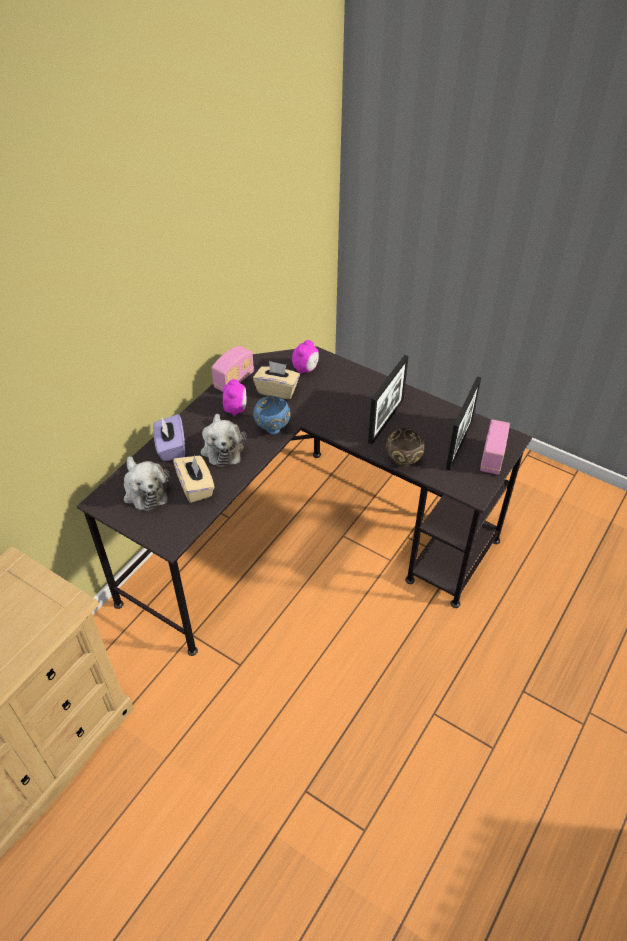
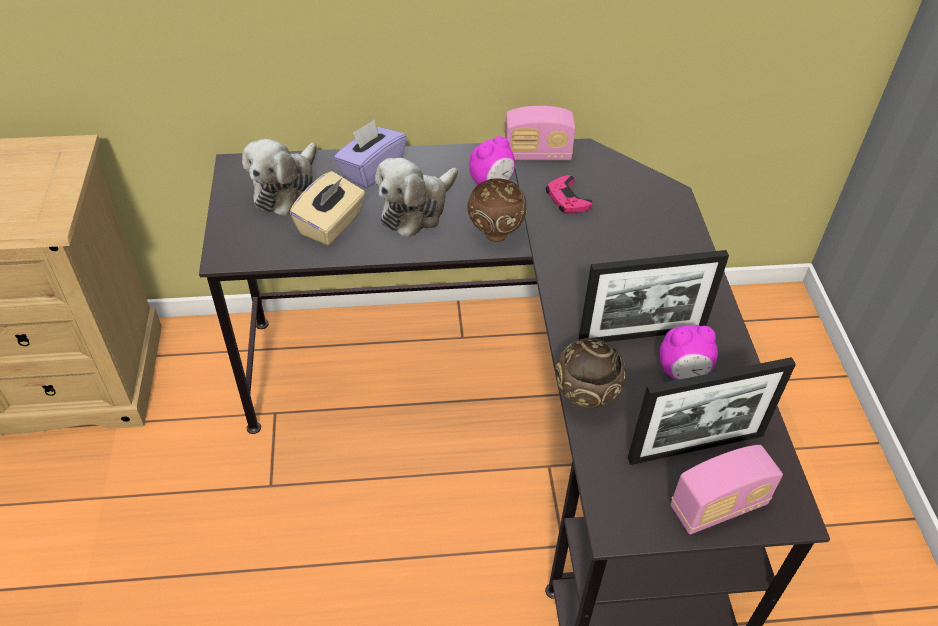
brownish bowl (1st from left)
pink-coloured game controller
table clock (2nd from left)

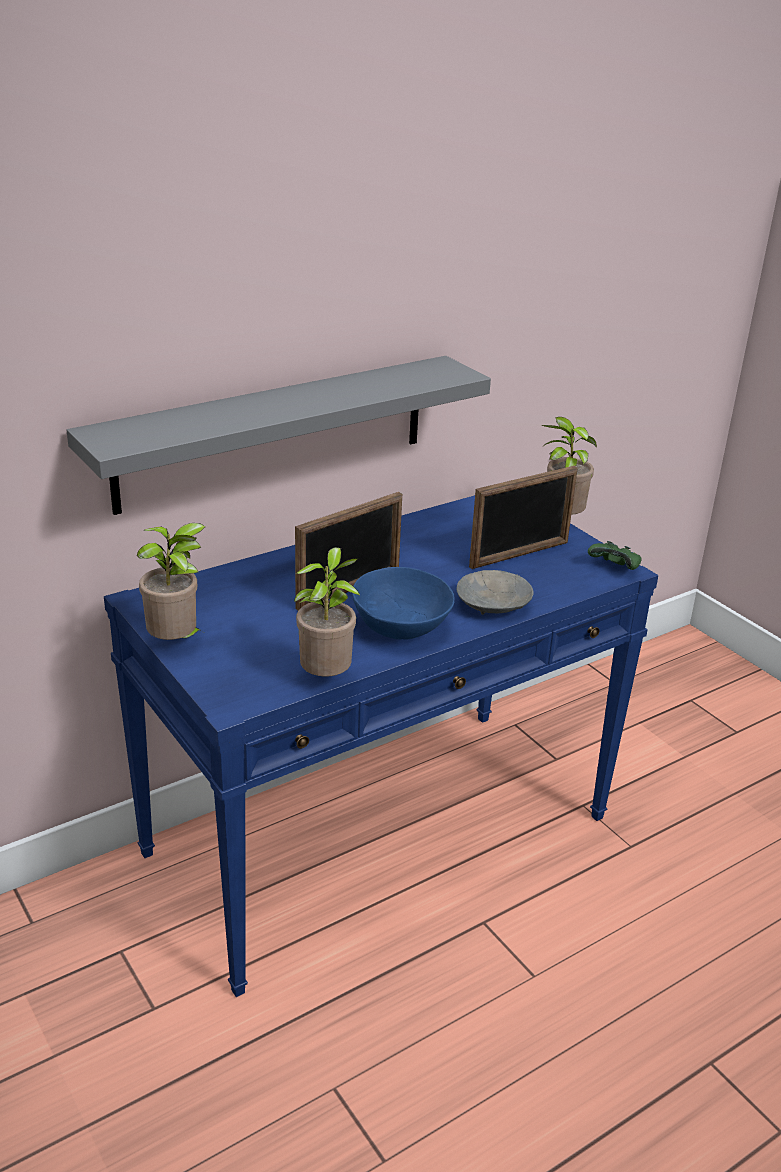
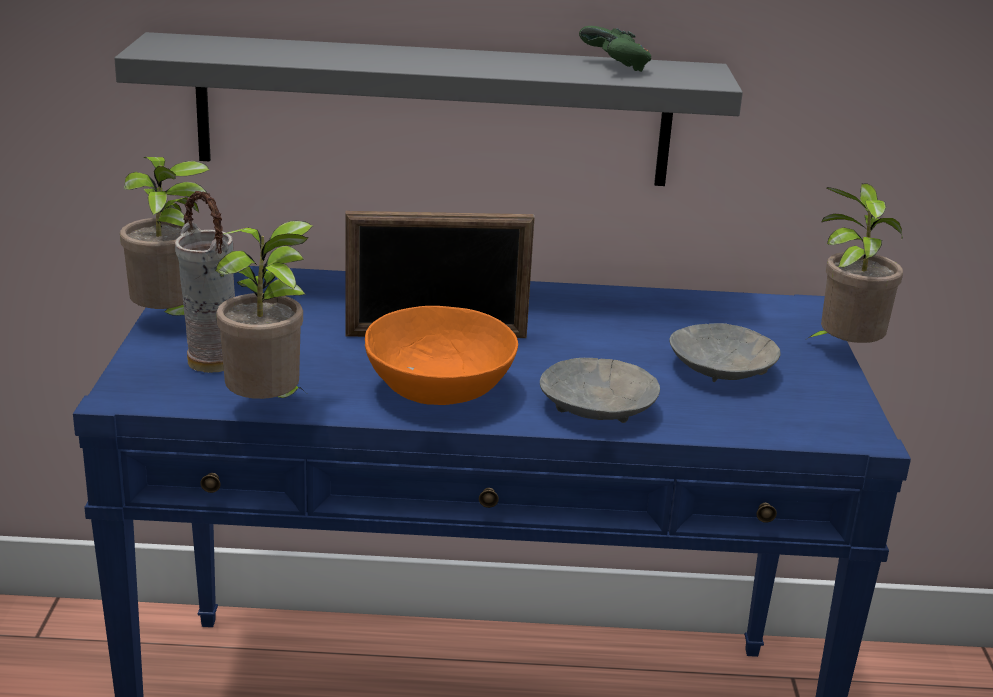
vase
orangey bowl
green-coloured game controller
gray bowl (2nd from left)

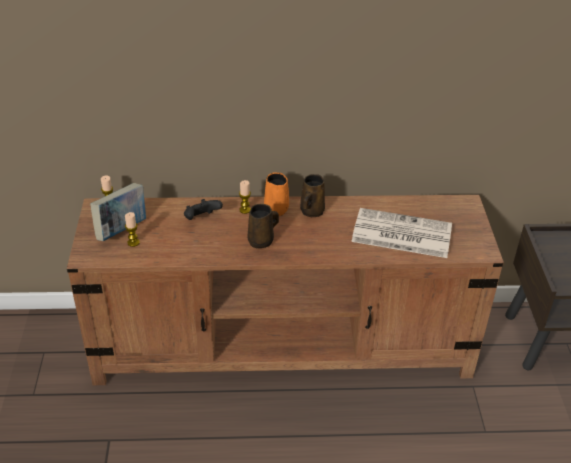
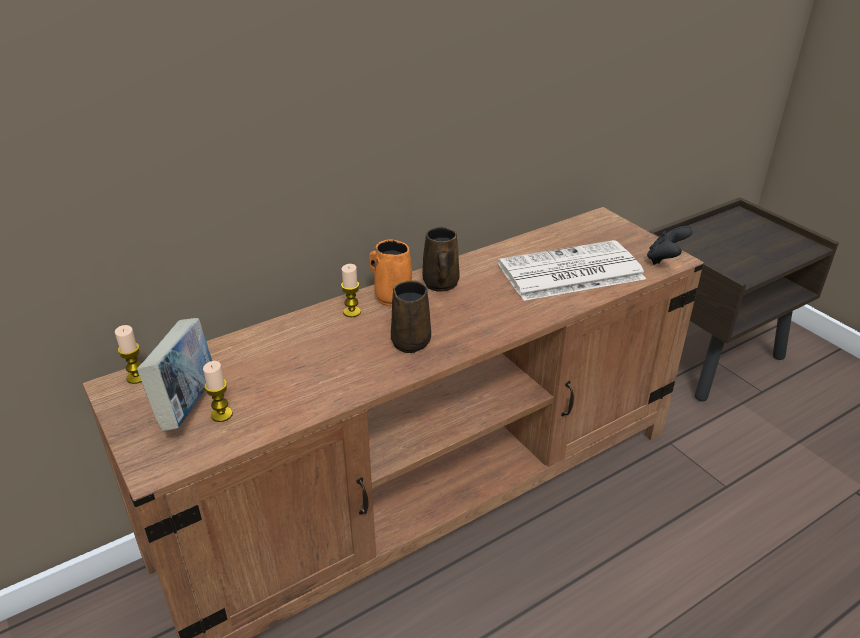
black-coloured game controller

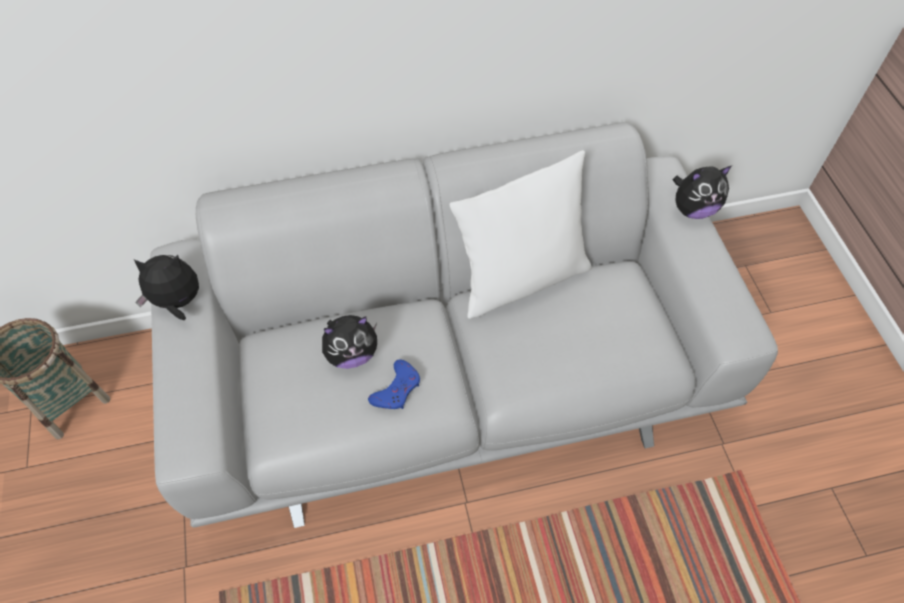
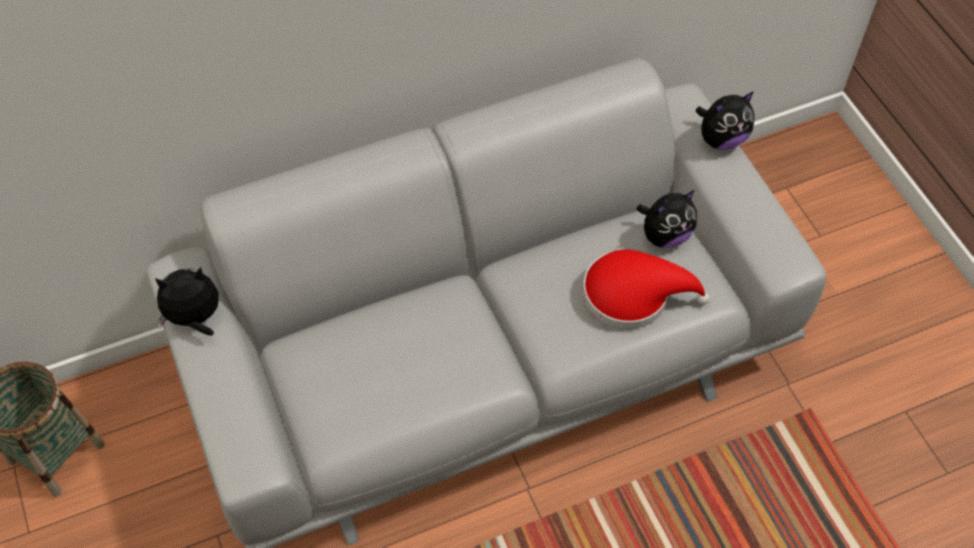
red-coloured hat
plush toy (2nd from left)
blue game controller
white pillow

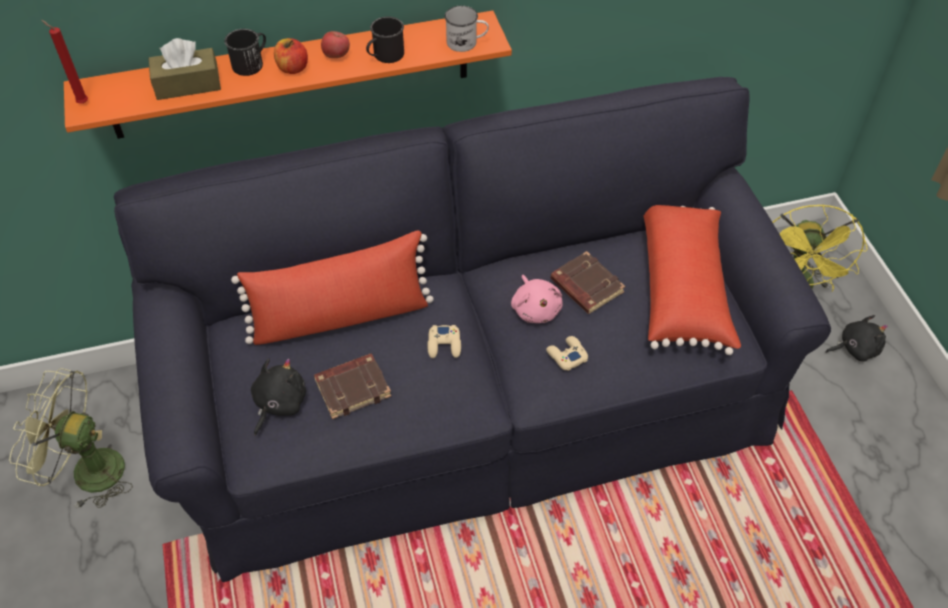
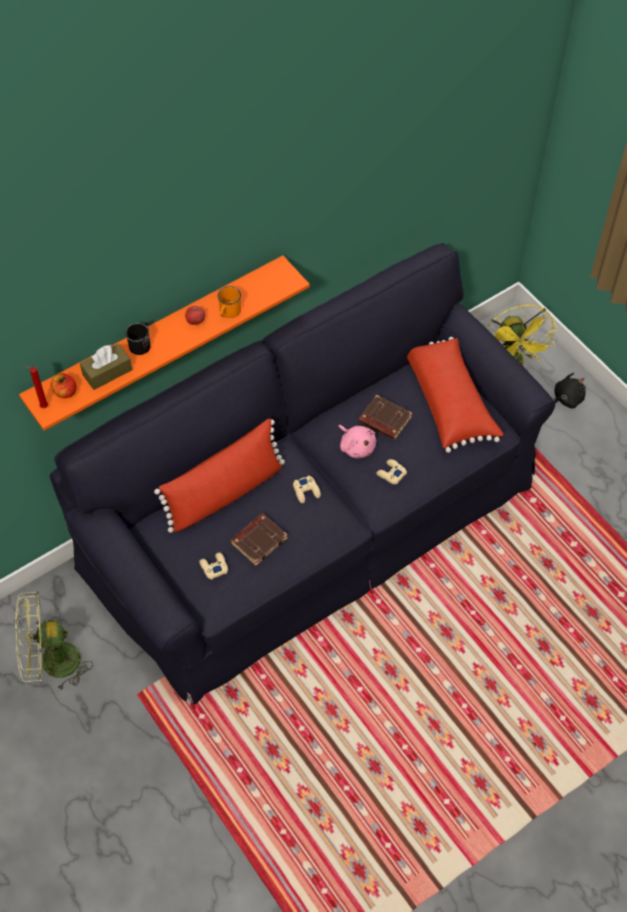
apple fruit (1st from left)
sand-coloured game controller (1st from left)
orangey tea mug
white tea mug

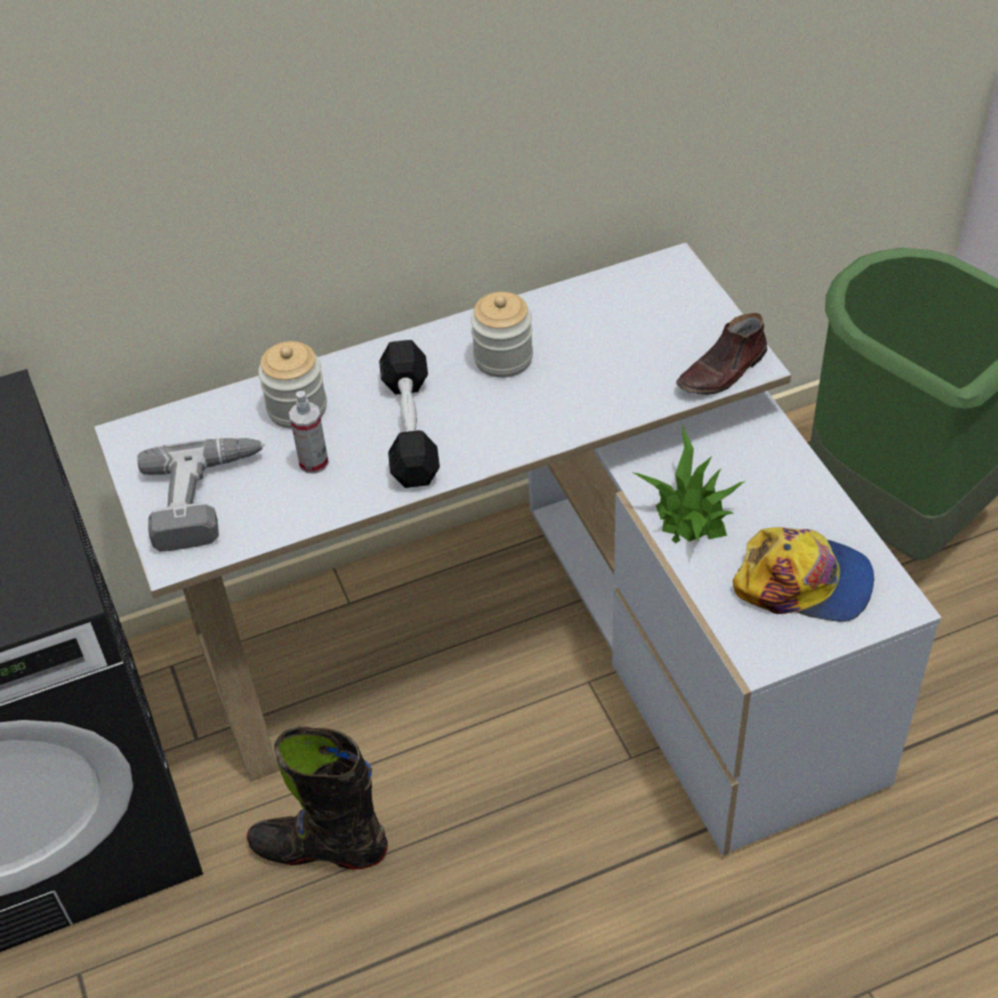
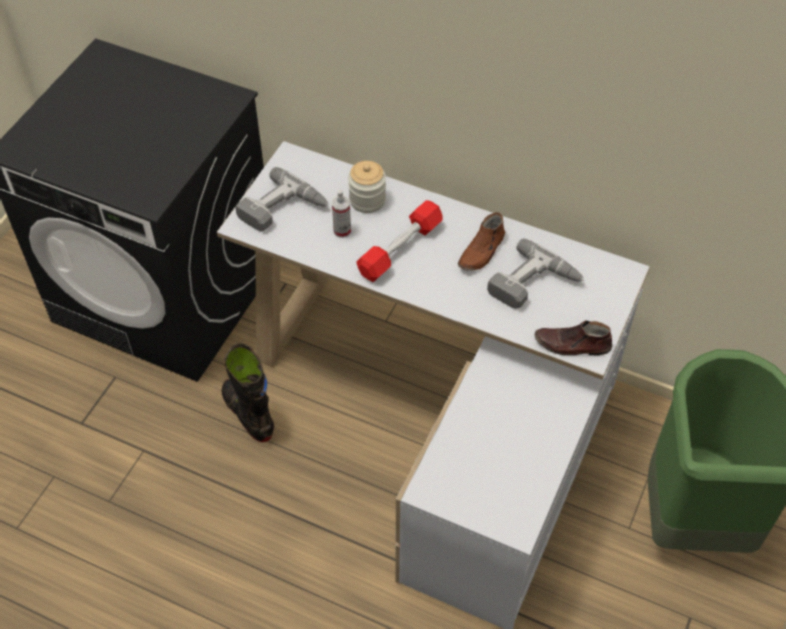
red-coloured free weight
brownish low shoe (1st from left)
power drill (2nd from left)
plant in a pot
cap

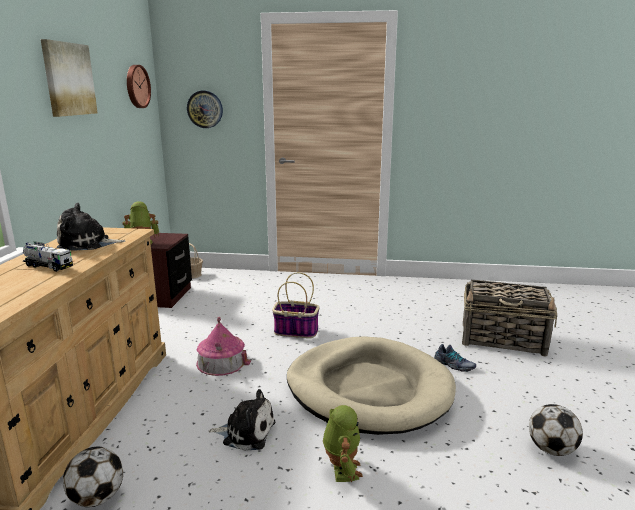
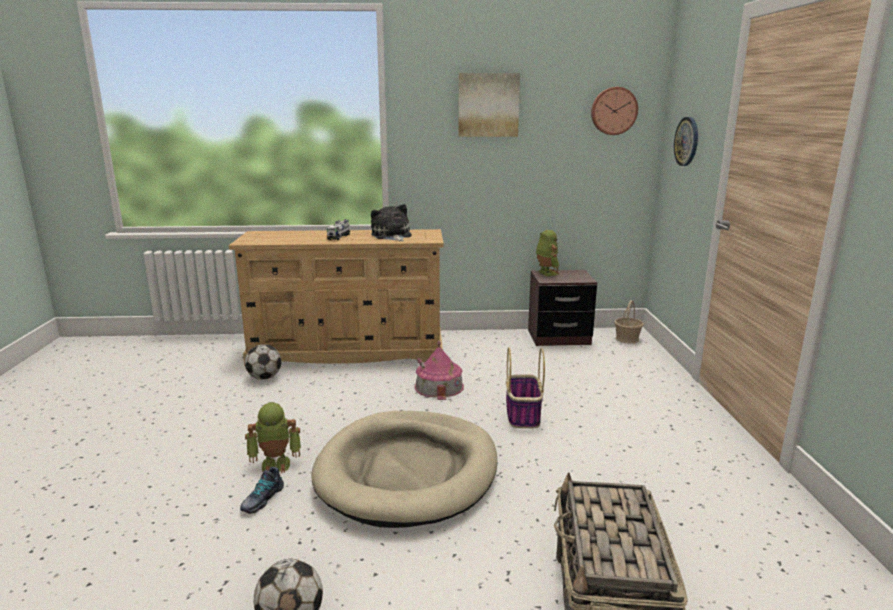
low shoe
plush toy (2nd from left in the first image)

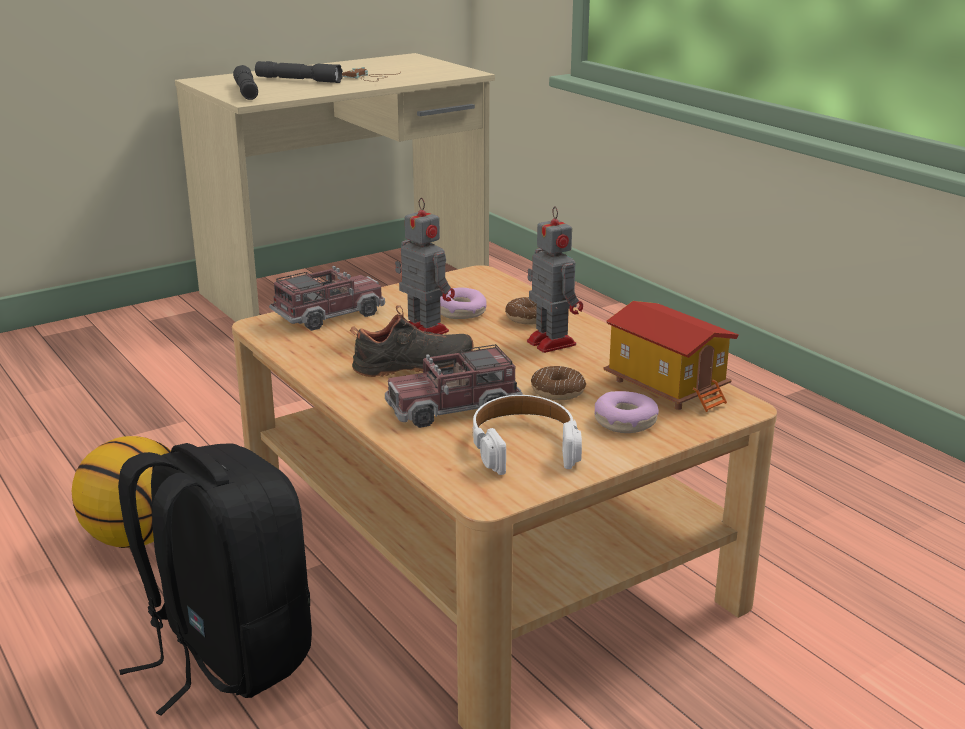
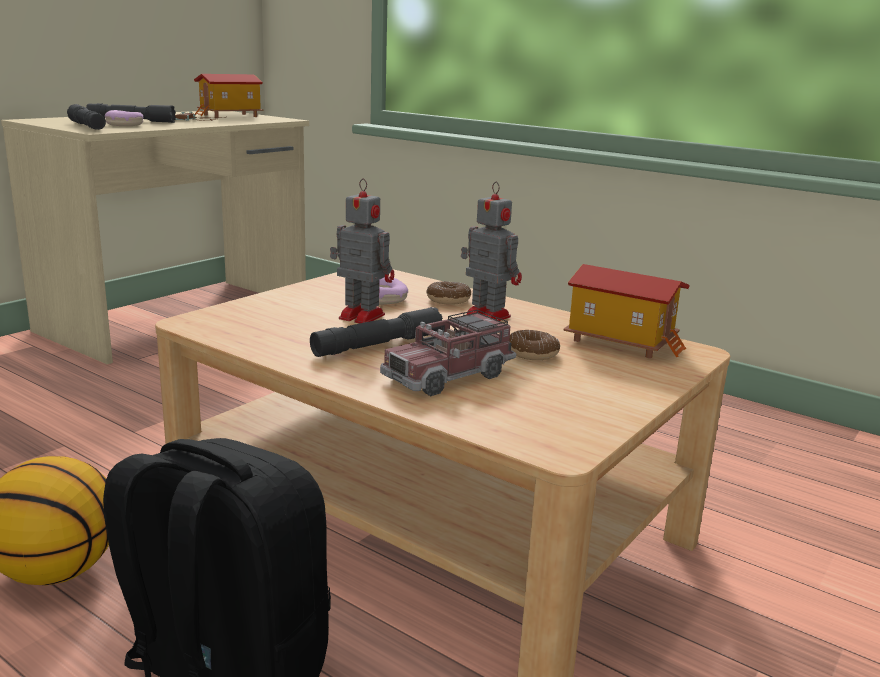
doughnut (1st from left)
miniature house (1st from left)
gray flashlight (3rd from left)
toy lorry (1st from left in the first image)
white headset

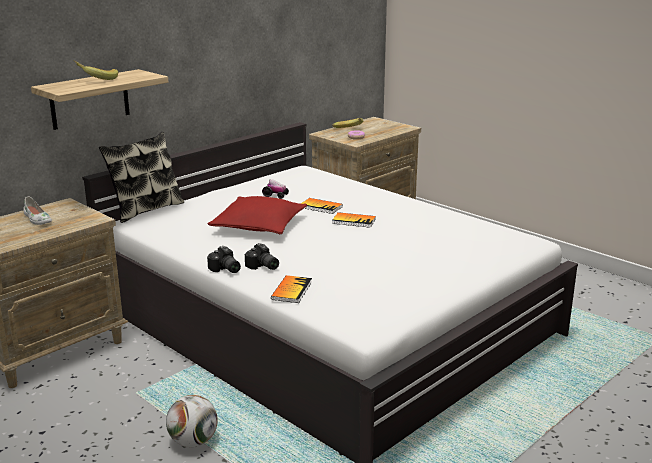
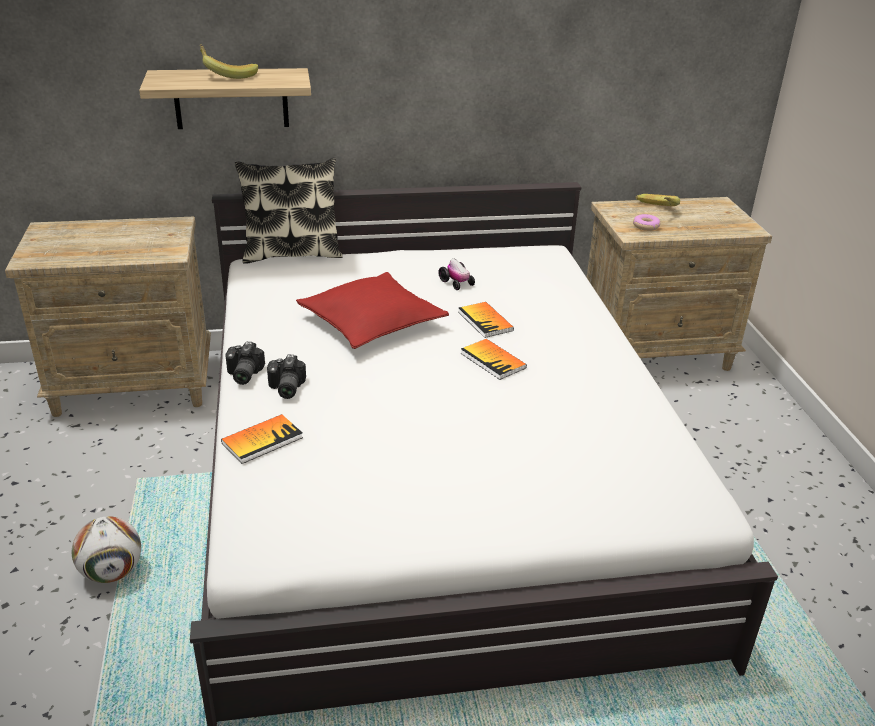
white low shoe

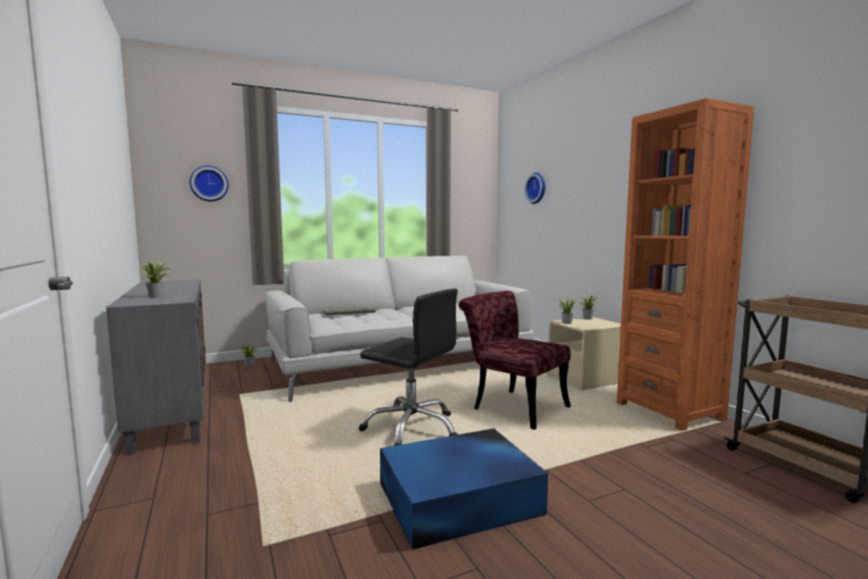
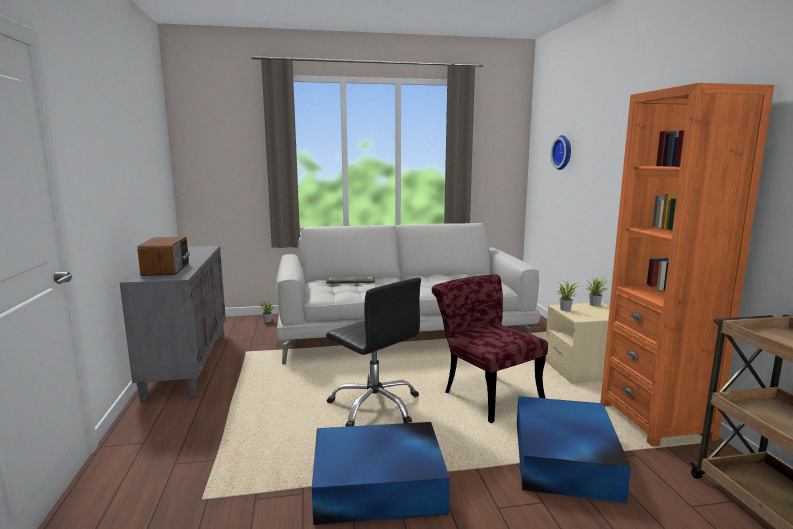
radio set
blue storage bin (2nd from left)
clock on the wall (1st from left in the first image)

